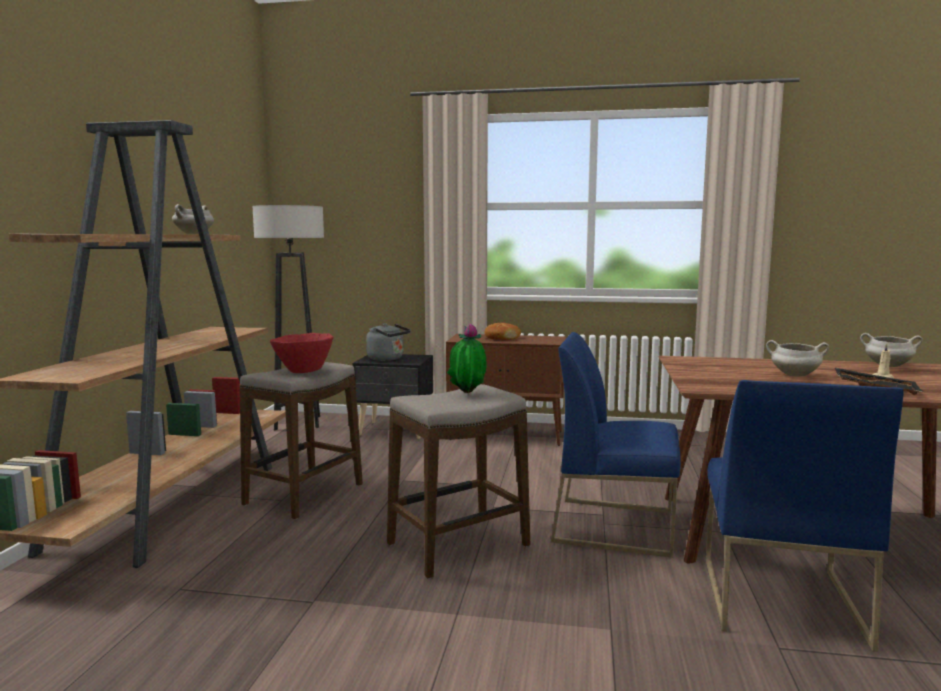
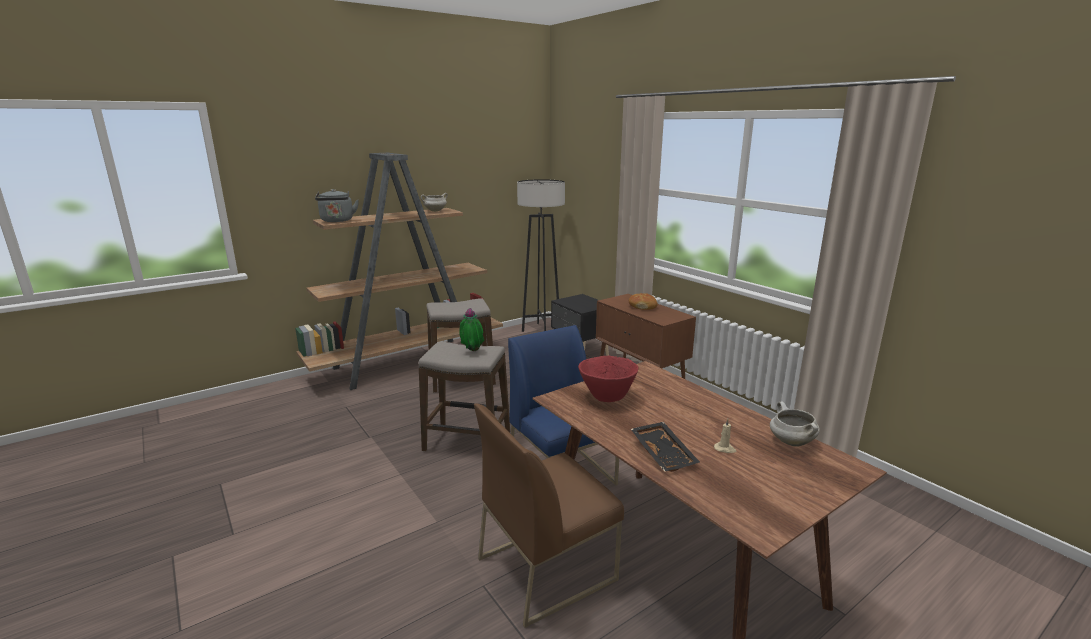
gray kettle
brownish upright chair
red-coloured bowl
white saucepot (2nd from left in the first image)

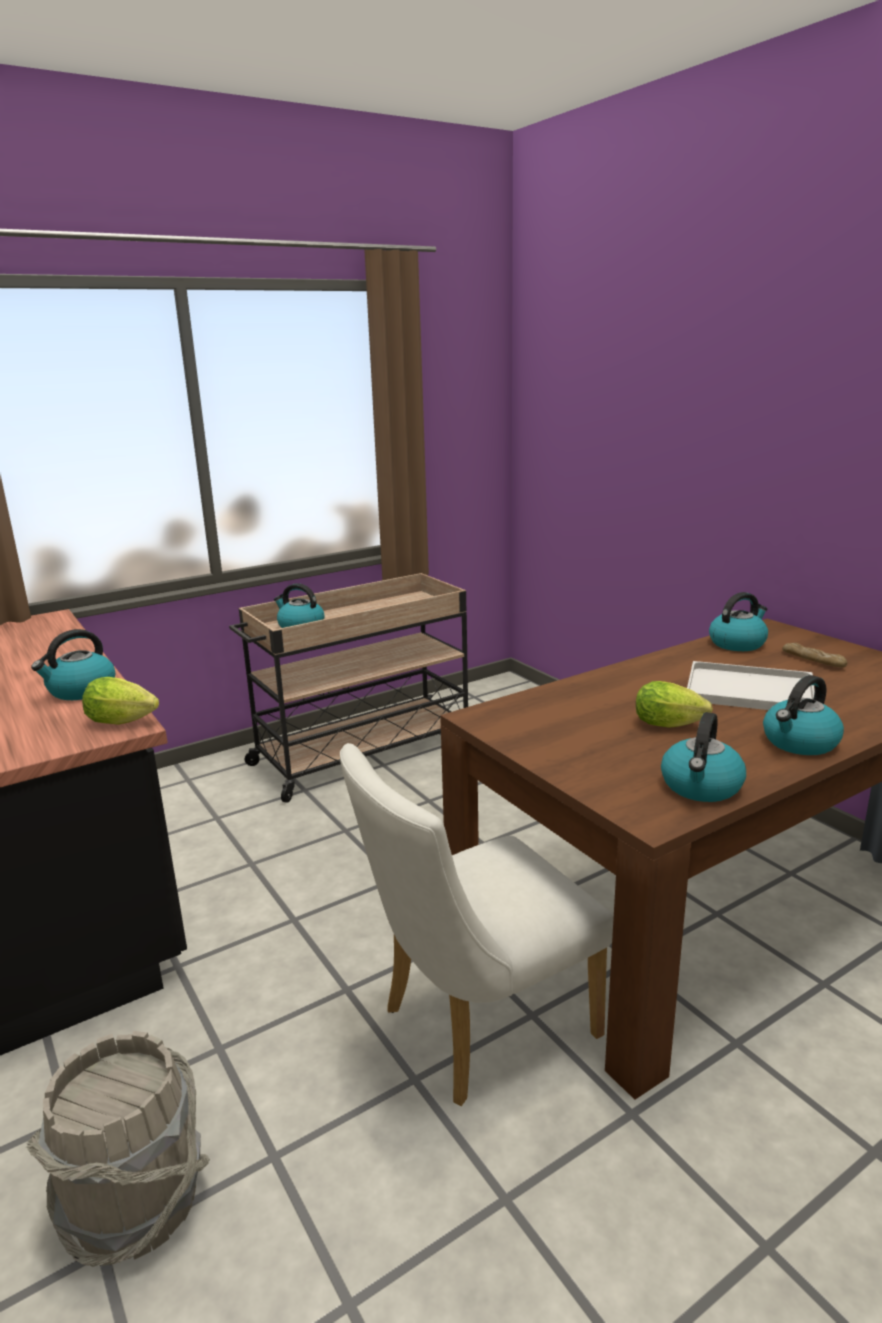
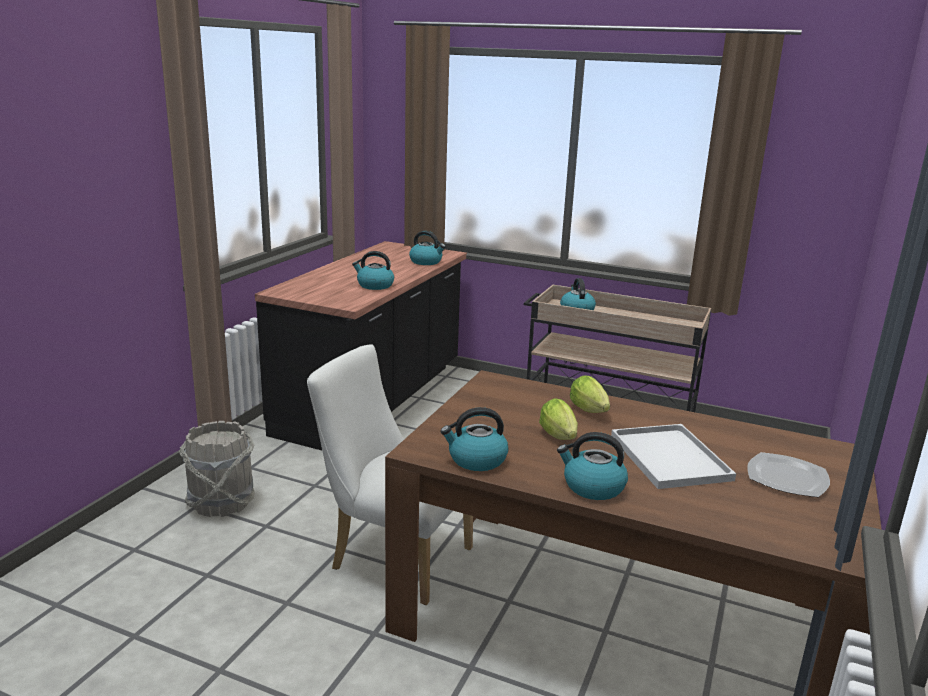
kettle (2nd from left)
lettuce (2nd from left)
flat dish

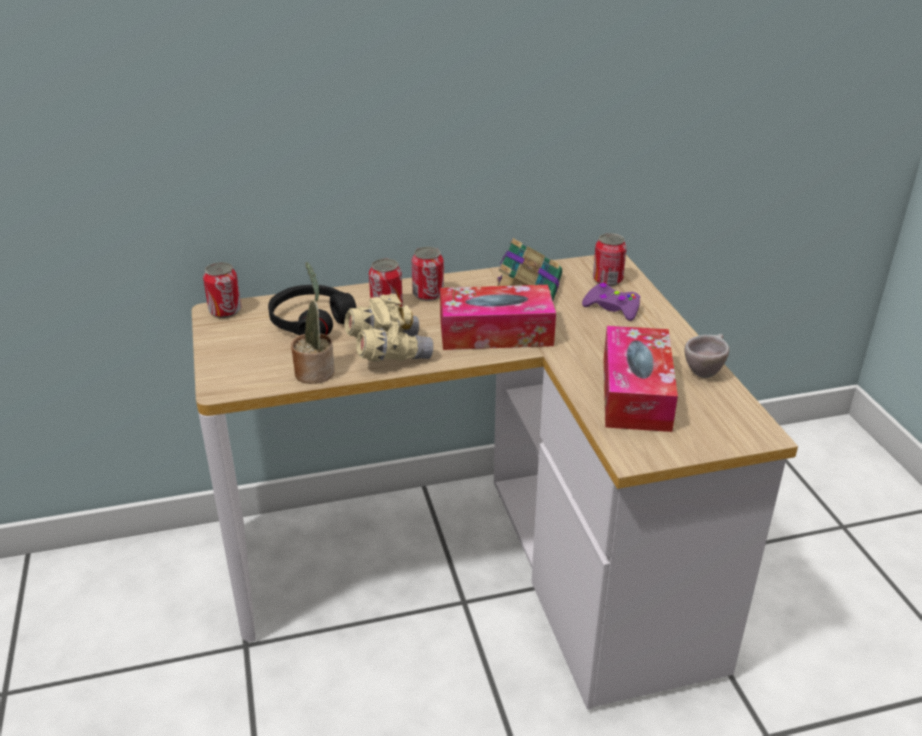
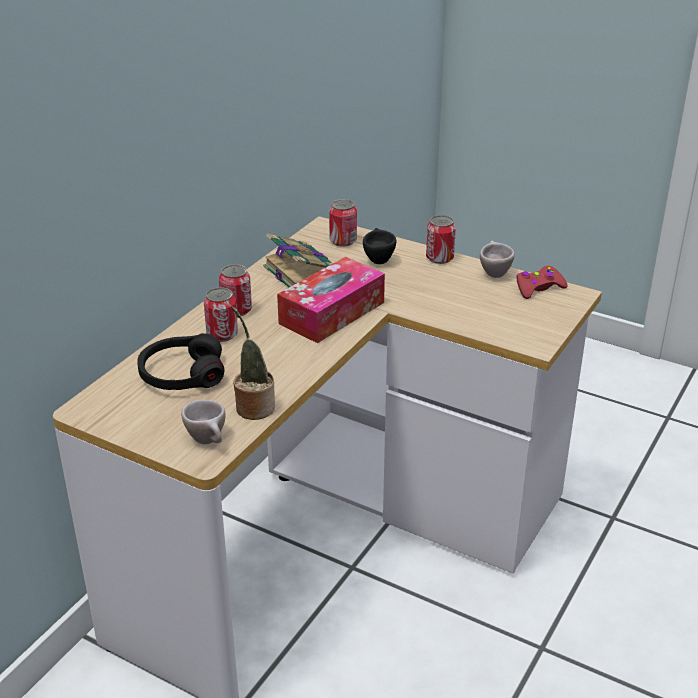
sand-coloured cup (1st from left)
black-coloured cup
metal can (4th from left)
red-coloured game controller
sand-coloured pair of binoculars
tissue box (2nd from left in the first image)

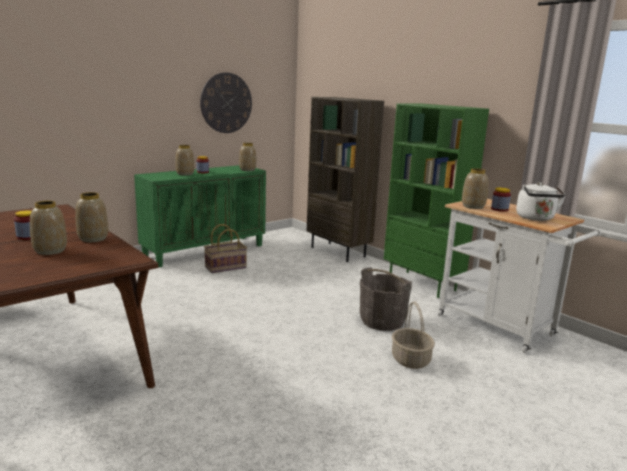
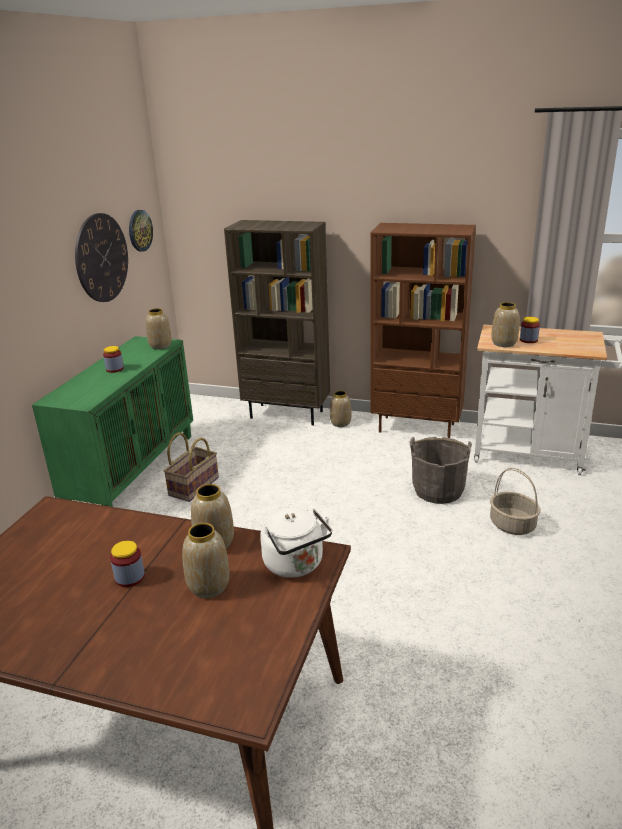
clock on the wall (2nd from left)
white kettle
vase (4th from left)
brownish bookshelf (2nd from left)

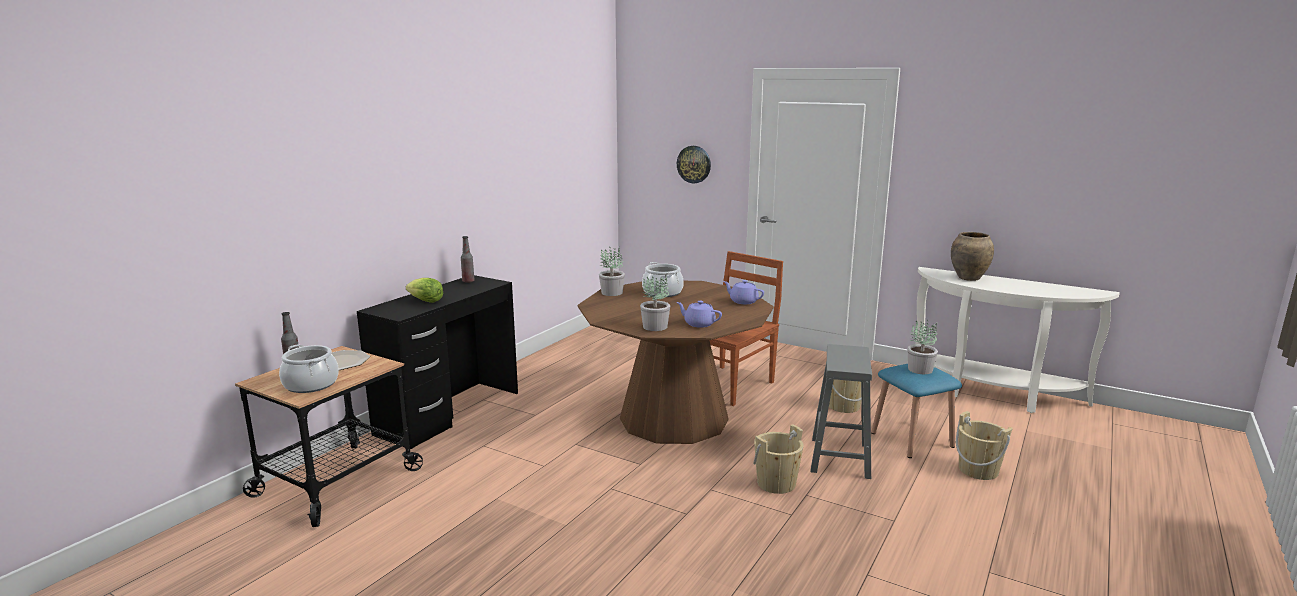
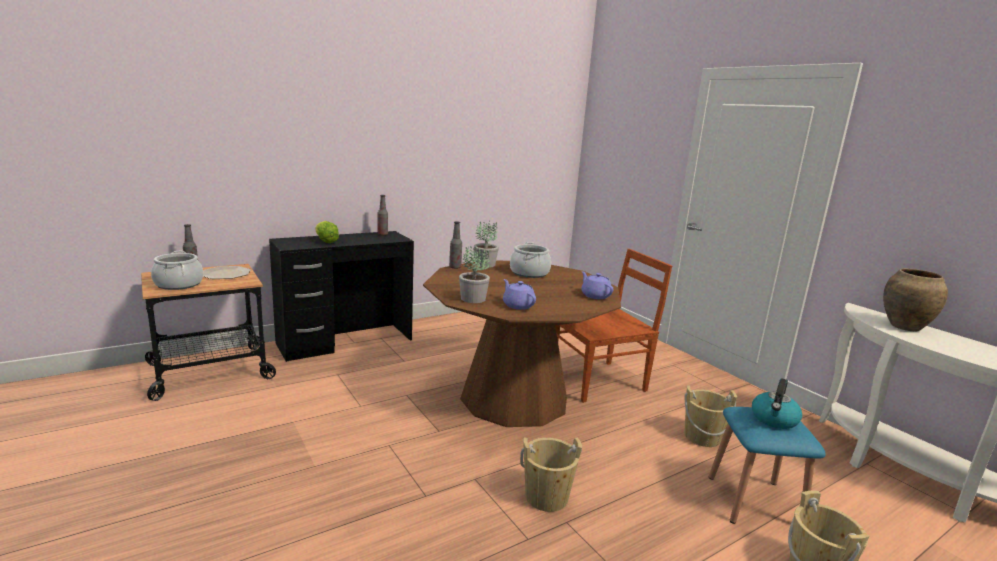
drink bottle (3rd from left)
kettle
clock on the wall
gray sitting stool

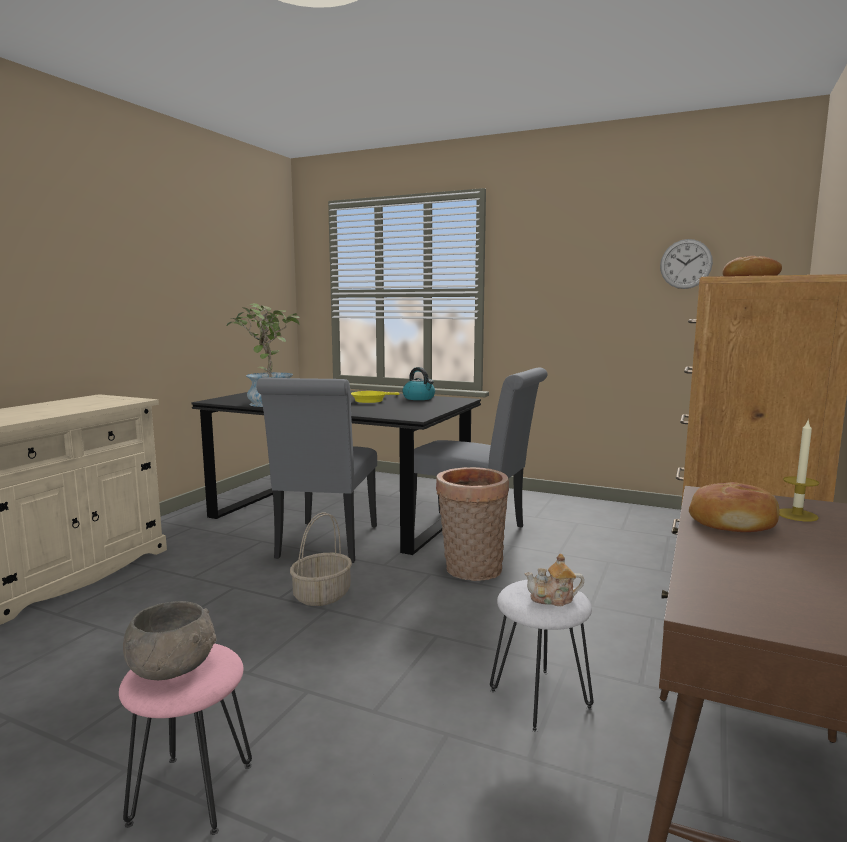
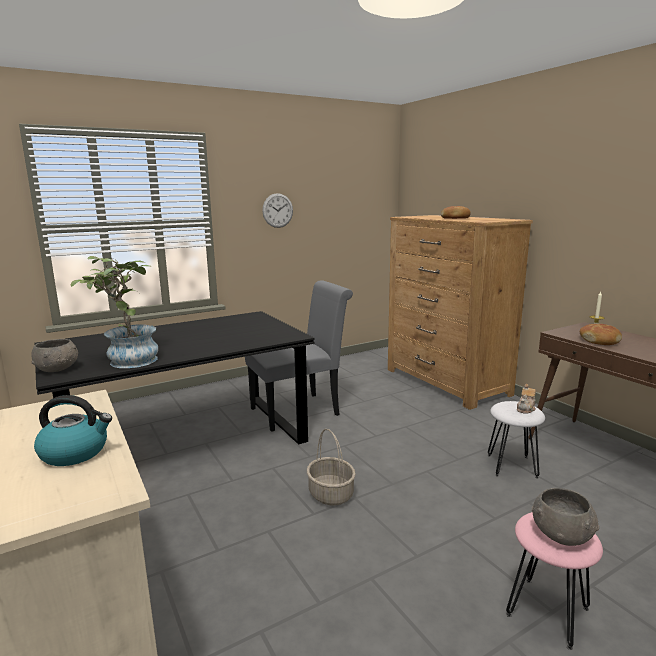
gray bowl (1st from left)
kettle
clock on the wall
gray upright chair (1st from left in the first image)
yellowish pan
storage basket (2nd from left in the first image)

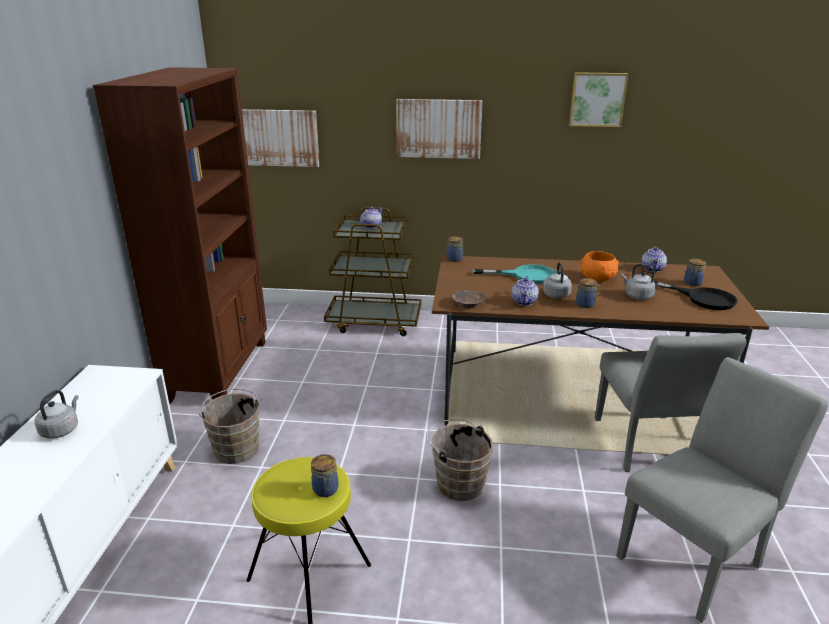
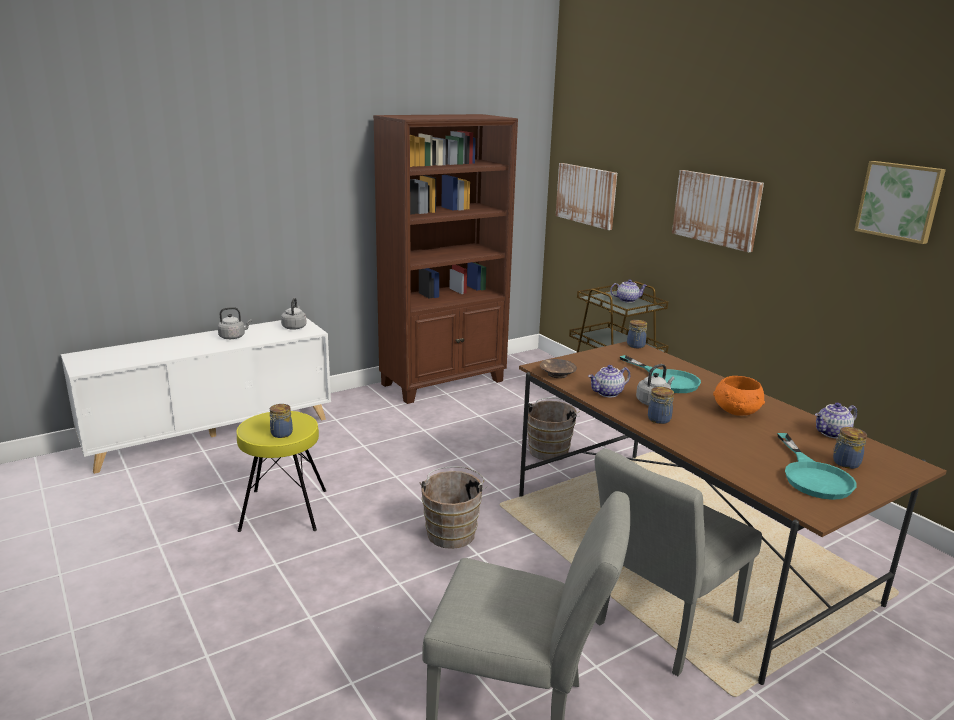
gray kettle (2nd from left)
brownish pail (2nd from left)
turquoise-coloured pan (2nd from left)

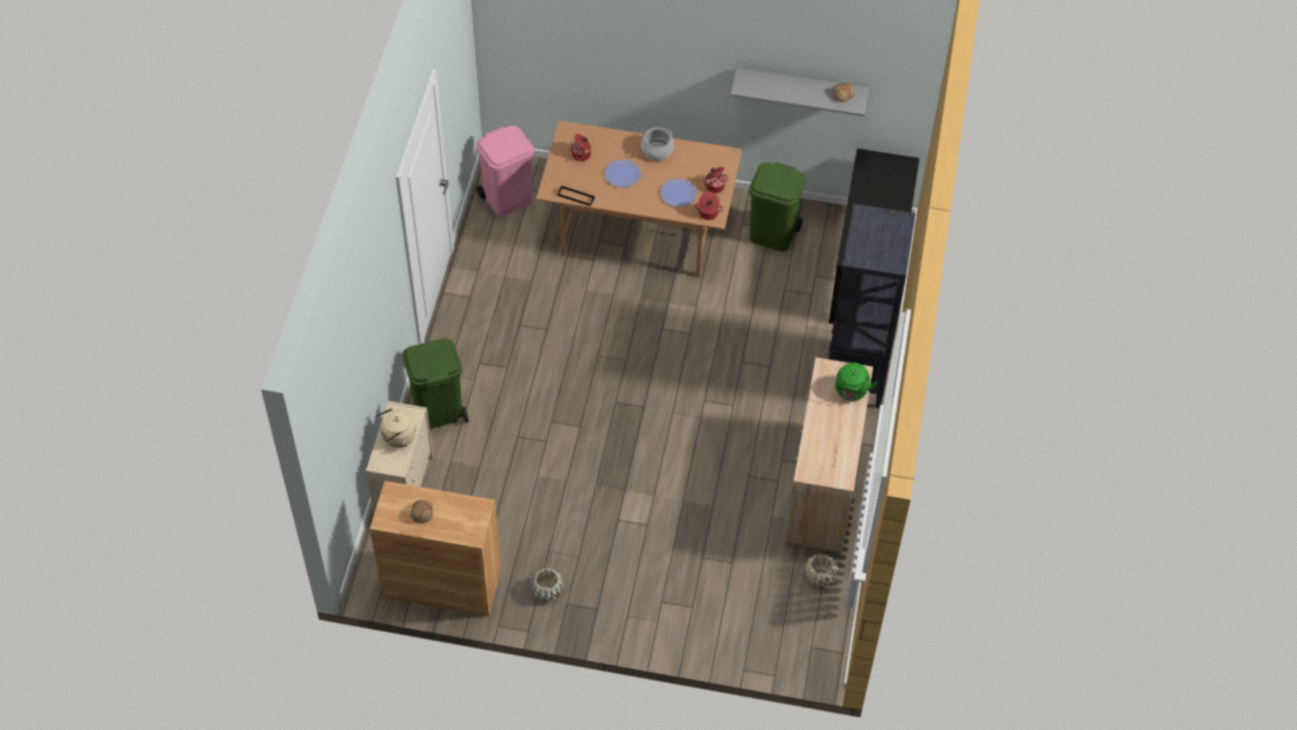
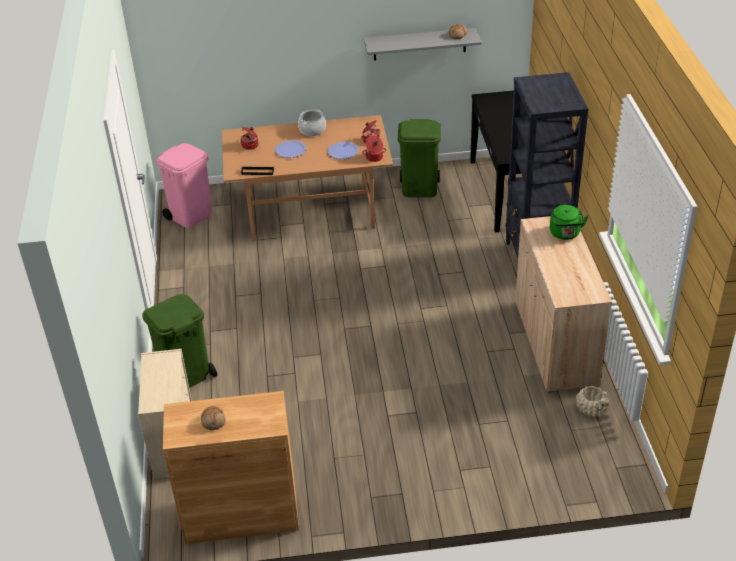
sand-coloured kettle
sand-coloured plant pot (1st from left in the first image)

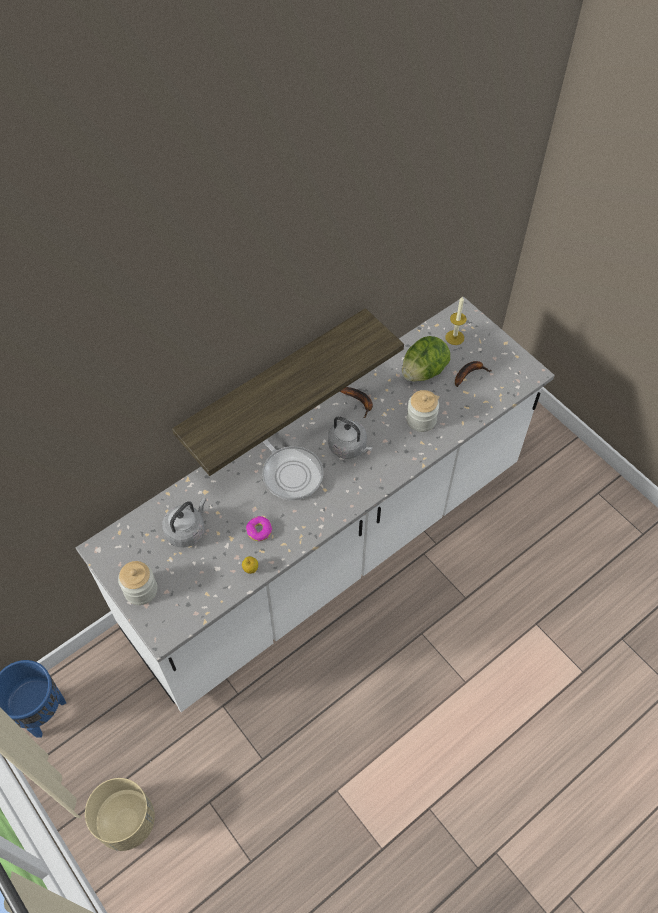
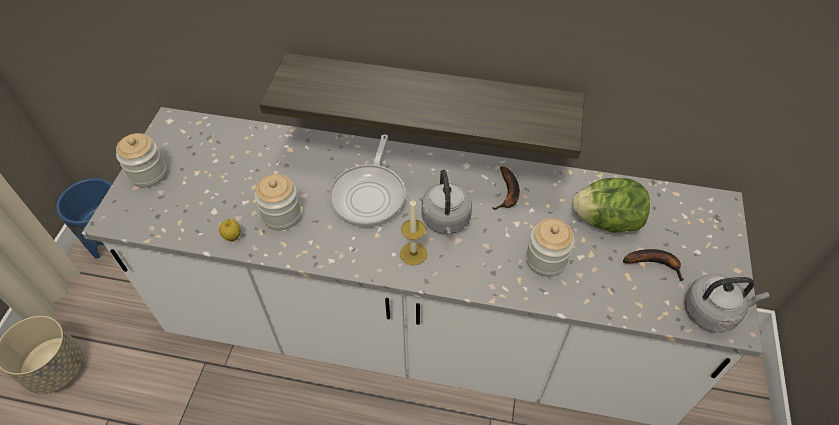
jar (2nd from left)
wax candle
gray kettle (2nd from left)

